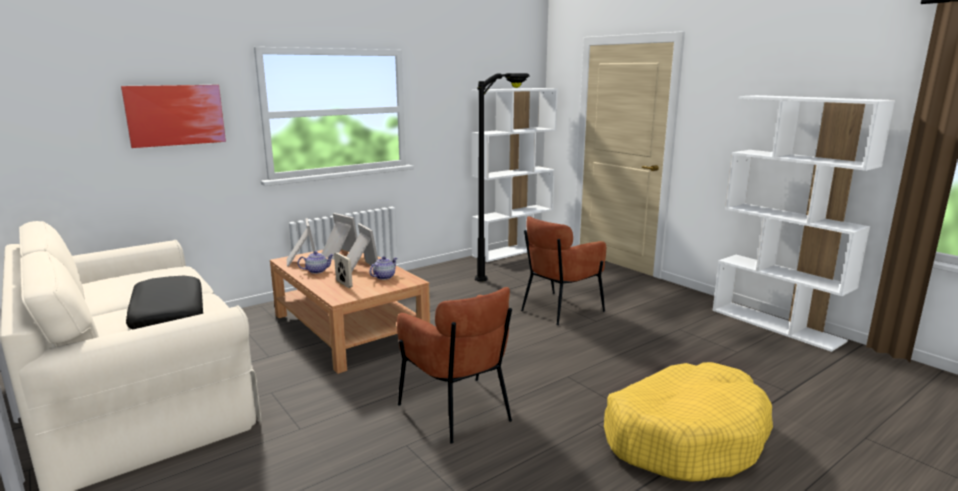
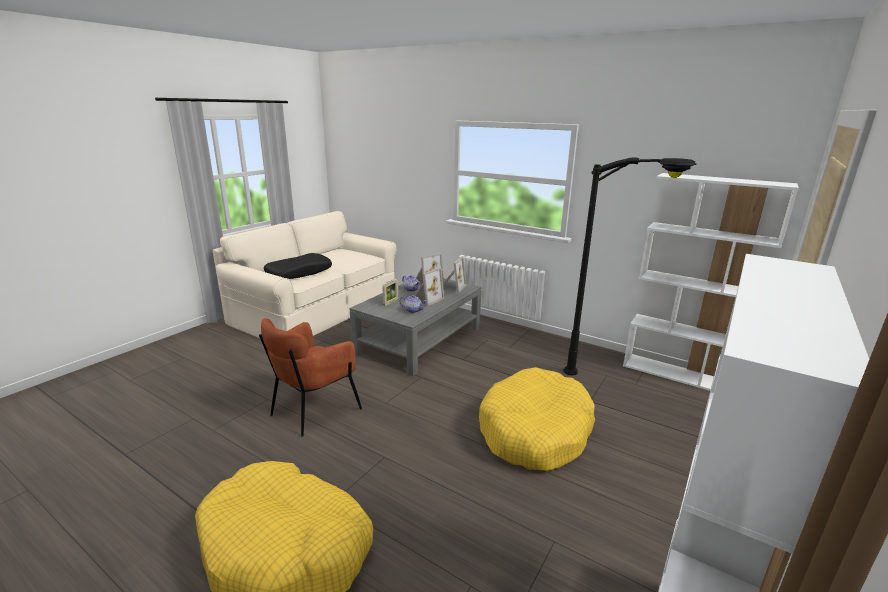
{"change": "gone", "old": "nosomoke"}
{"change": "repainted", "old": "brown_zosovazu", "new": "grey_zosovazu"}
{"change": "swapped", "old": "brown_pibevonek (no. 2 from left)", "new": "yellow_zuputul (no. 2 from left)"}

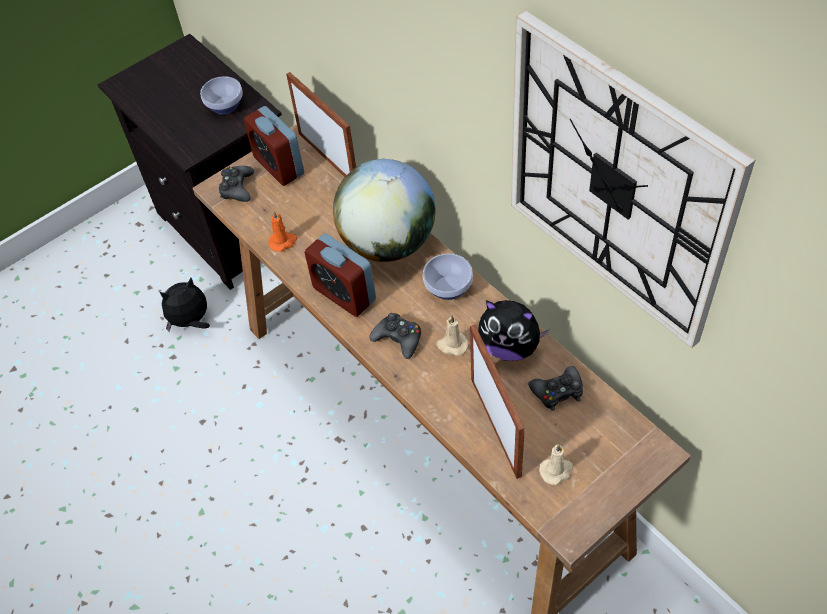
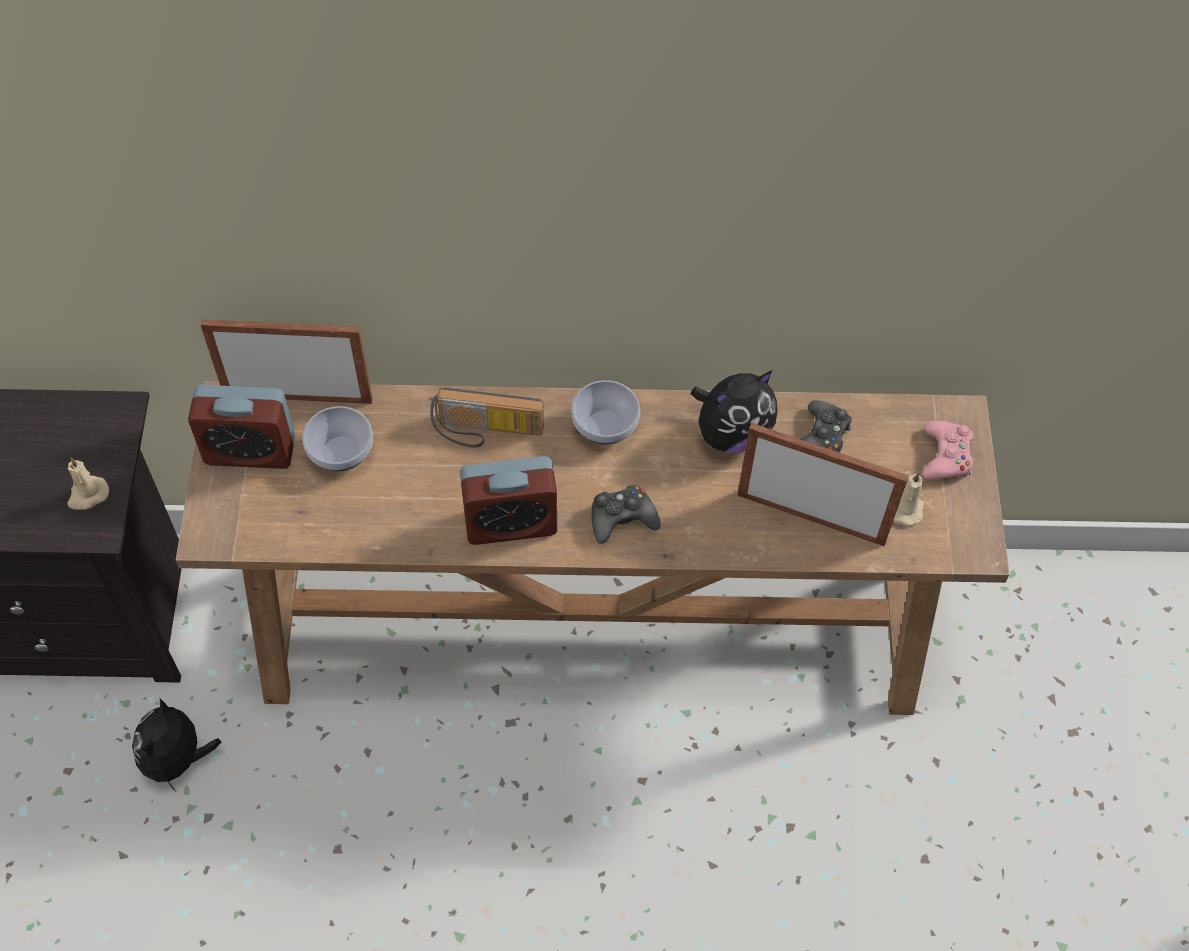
{"change": "shifted", "old": "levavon (no. 1 from left)"}
{"change": "gone", "old": "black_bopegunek (no. 1 from left)"}
{"change": "gone", "old": "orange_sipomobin"}
{"change": "swapped", "old": "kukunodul", "new": "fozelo"}
{"change": "shifted", "old": "beige_sipomobin (no. 1 from left)"}
{"change": "gone", "old": "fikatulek"}
{"change": "new", "new": "pink_bopegunek"}

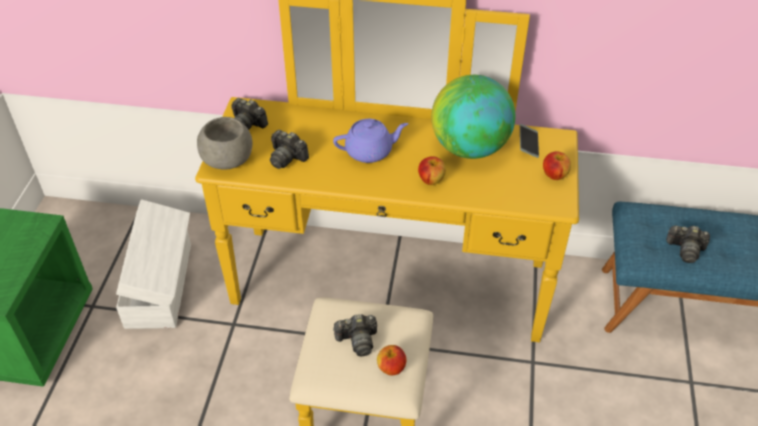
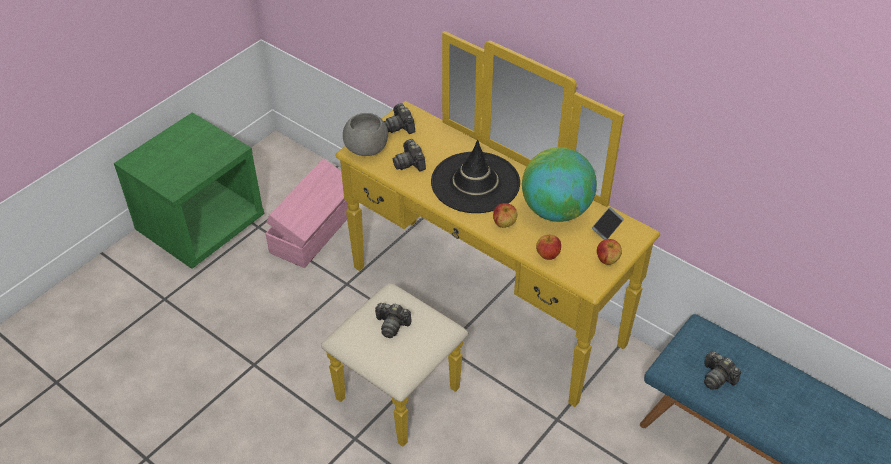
{"change": "repainted", "old": "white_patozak", "new": "pink_patozak"}
{"change": "swapped", "old": "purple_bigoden", "new": "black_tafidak"}
{"change": "shifted", "old": "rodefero (no. 1 from left in the first image)", "new": "rodefero (no. 2 from left)"}

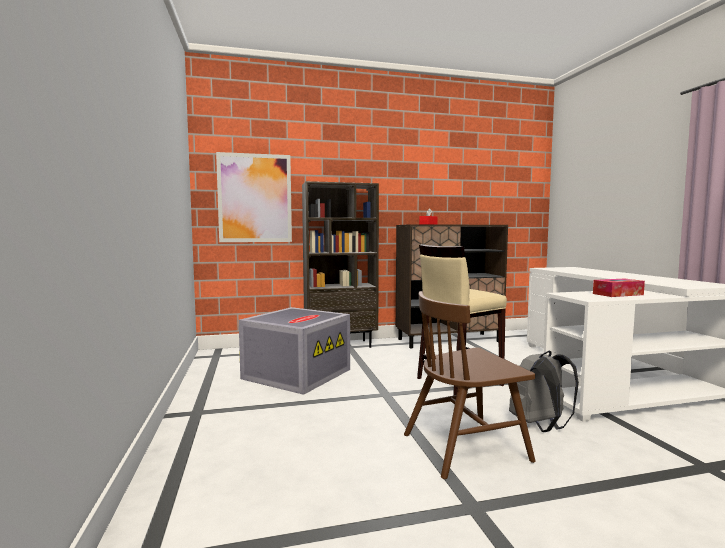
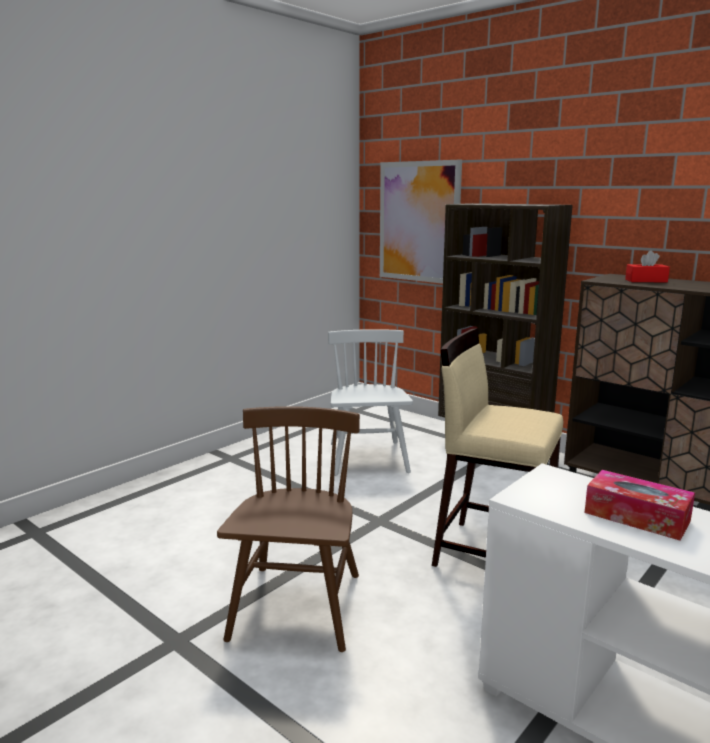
{"change": "swapped", "old": "grey_patozak", "new": "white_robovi"}
{"change": "rotated", "old": "brown_robovi", "degrees": 60}
{"change": "gone", "old": "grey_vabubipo"}

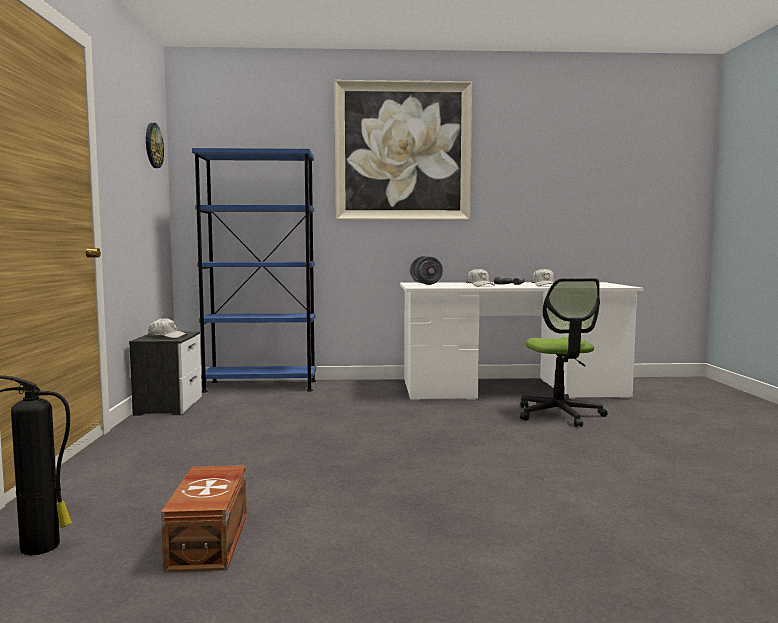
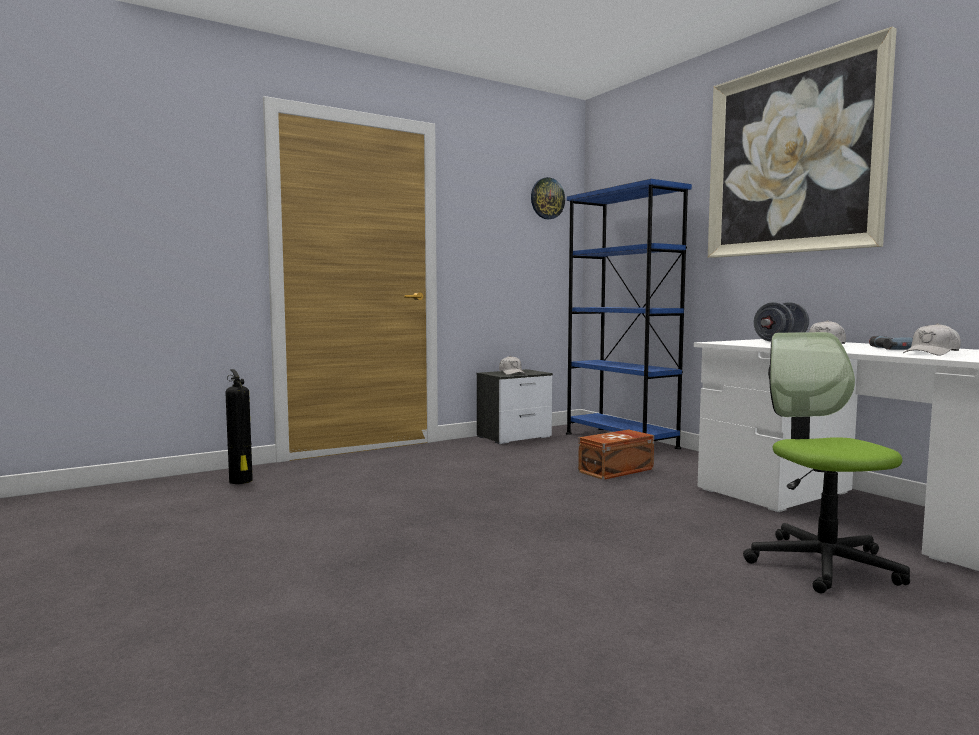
{"change": "shifted", "old": "brown_patozak"}
{"change": "rotated", "old": "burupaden", "degrees": 120}

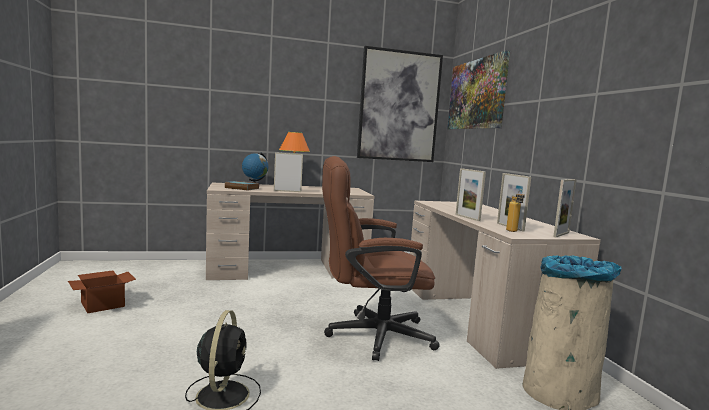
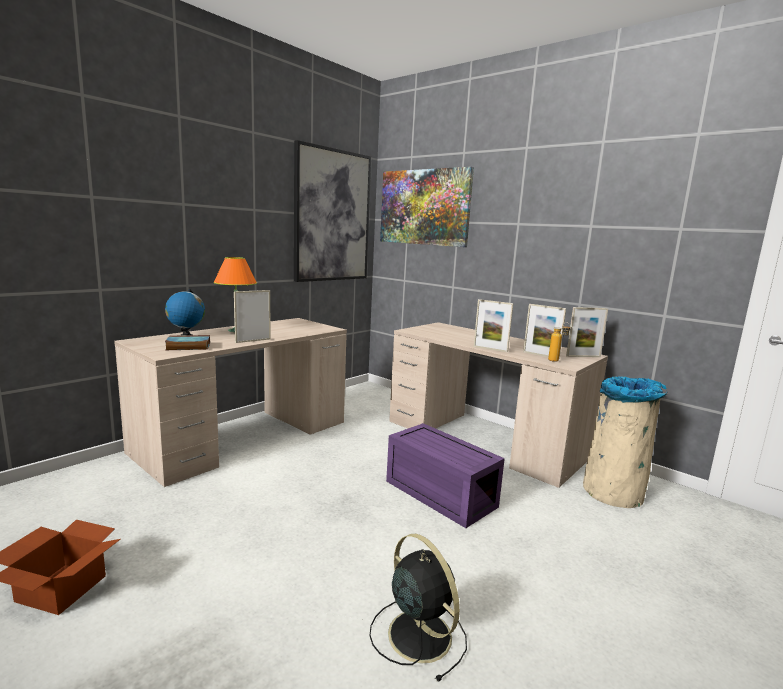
{"change": "swapped", "old": "brown_burupaden", "new": "purple_patozak"}
{"change": "rotated", "old": "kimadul (no. 4 from left)", "degrees": 75}

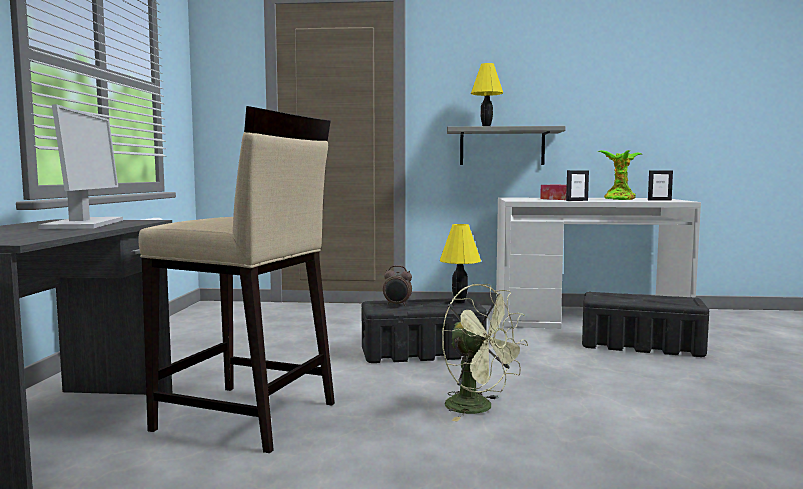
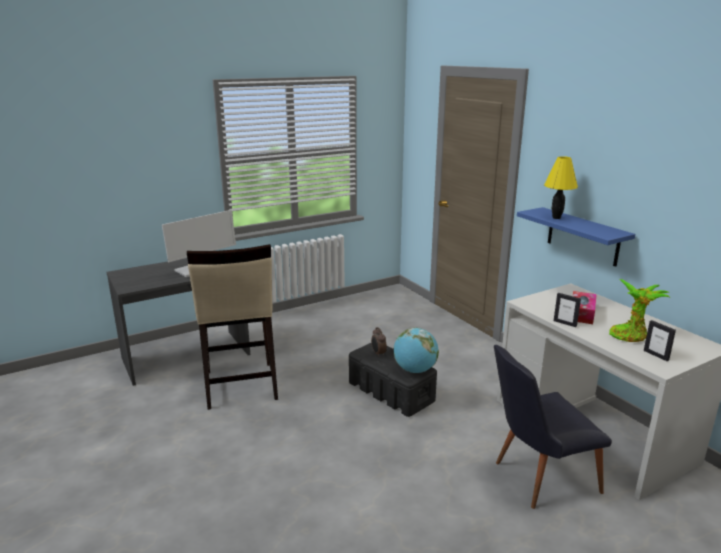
{"change": "swapped", "old": "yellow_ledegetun (no. 1 from left)", "new": "kukunodul"}
{"change": "gone", "old": "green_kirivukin"}
{"change": "repainted", "old": "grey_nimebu", "new": "blue_nimebu"}
{"change": "swapped", "old": "black_patozak (no. 2 from left)", "new": "black_robovi"}

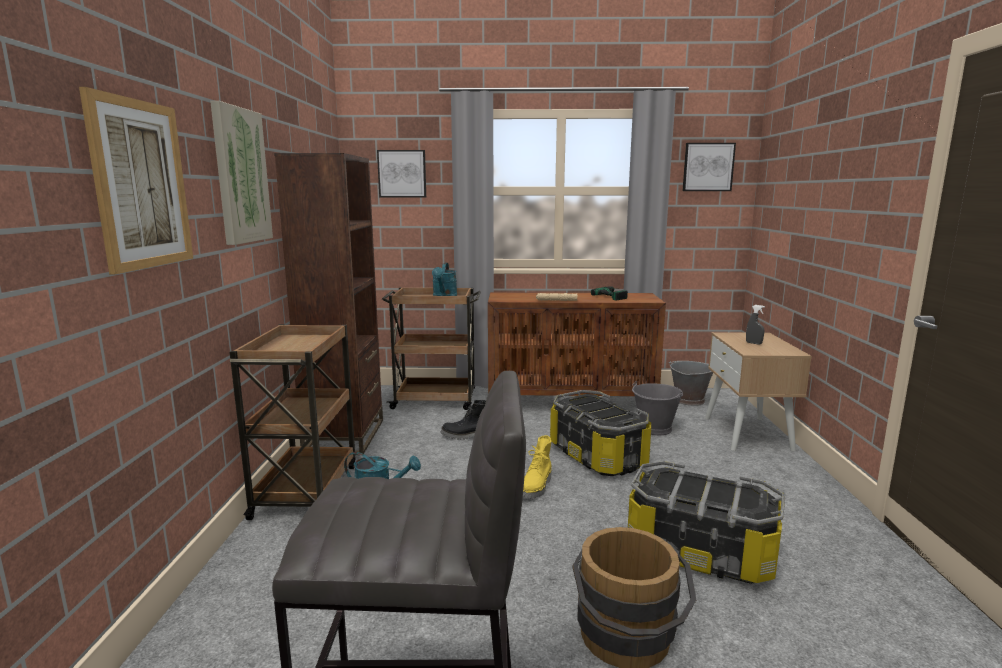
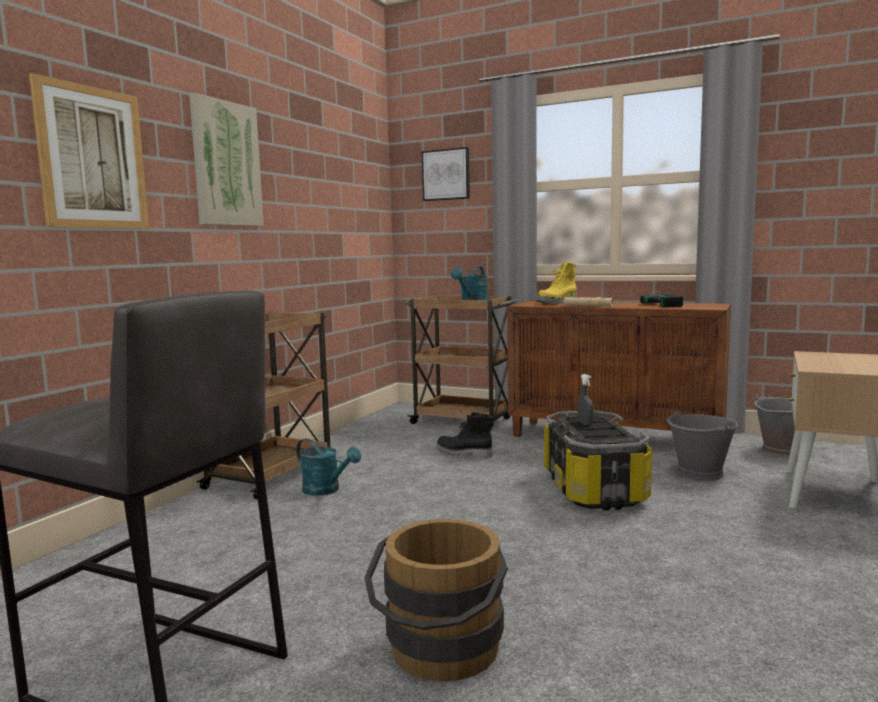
{"change": "gone", "old": "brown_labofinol"}
{"change": "shifted", "old": "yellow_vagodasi"}
{"change": "gone", "old": "patozak (no. 2 from left)"}
{"change": "gone", "old": "nosomoke (no. 4 from left)"}
{"change": "shifted", "old": "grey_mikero"}

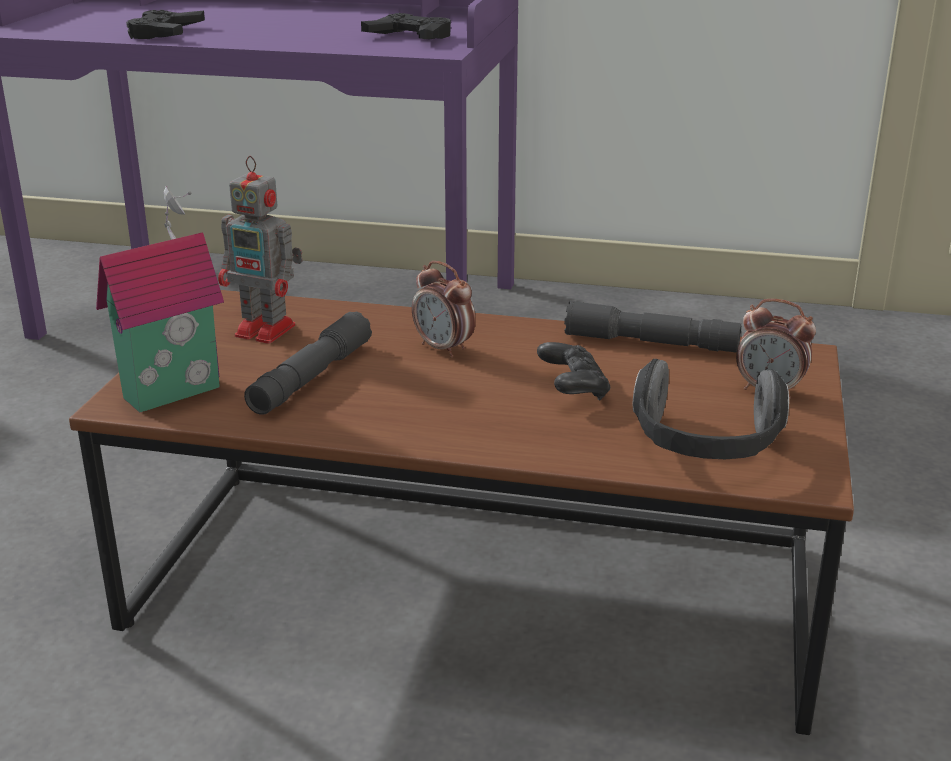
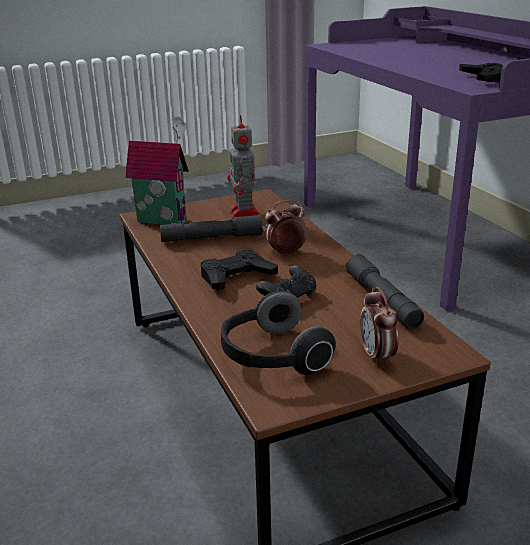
{"change": "shifted", "old": "black_bopegunek (no. 1 from left)"}
{"change": "rotated", "old": "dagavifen (no. 1 from left)", "degrees": 60}

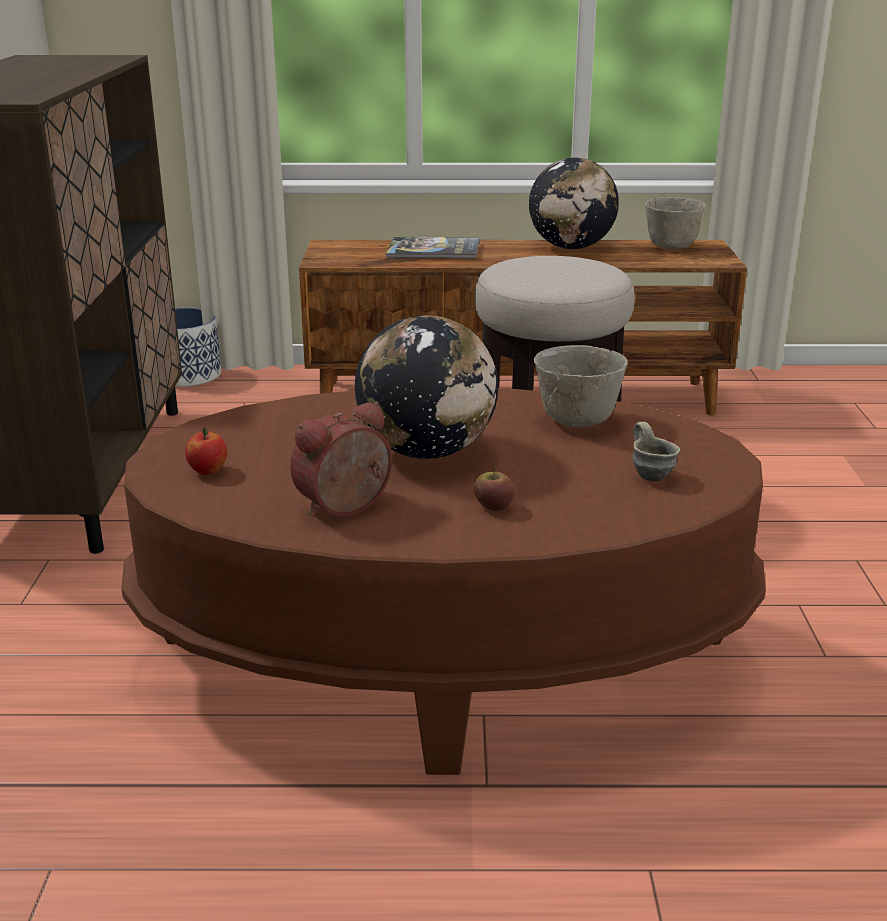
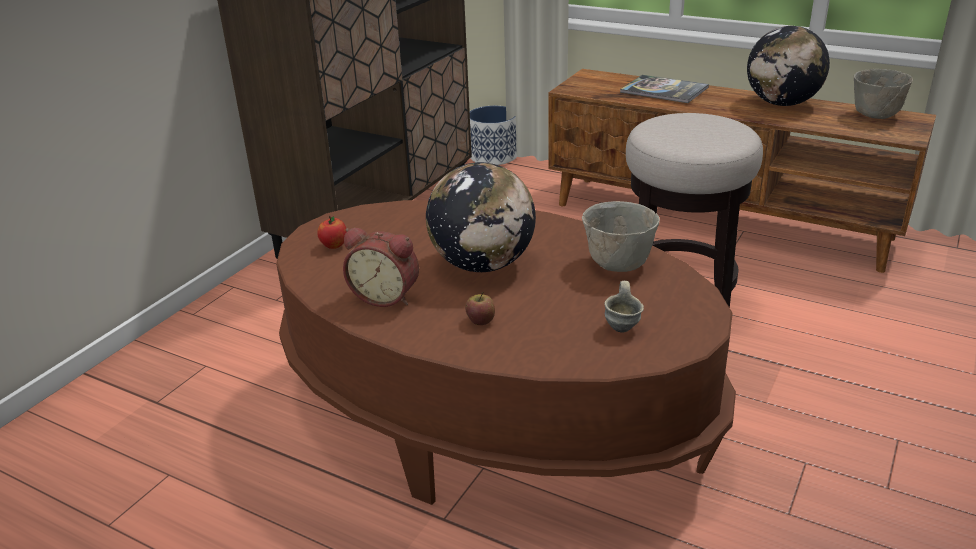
{"change": "rotated", "old": "dagavifen", "degrees": -150}

